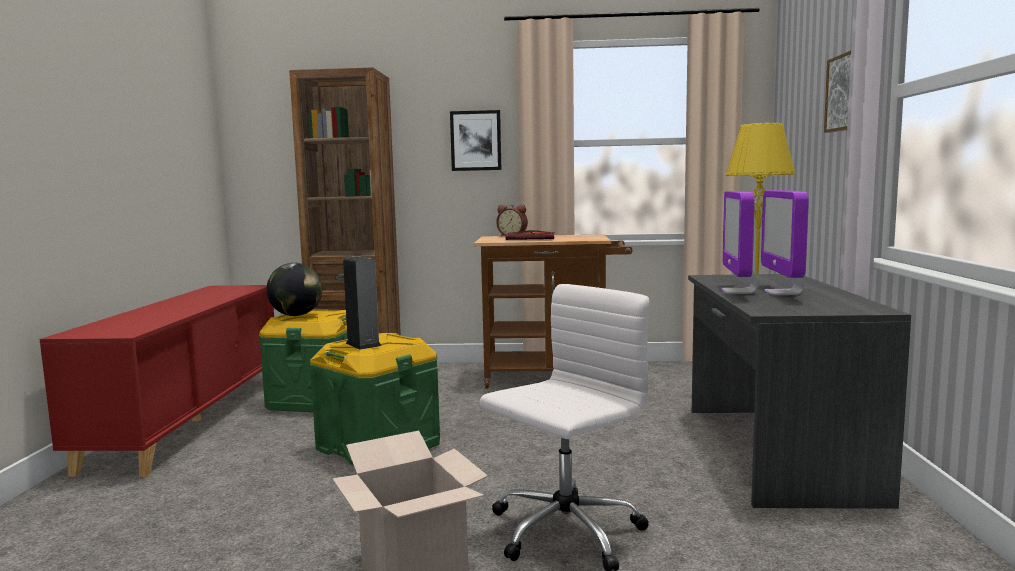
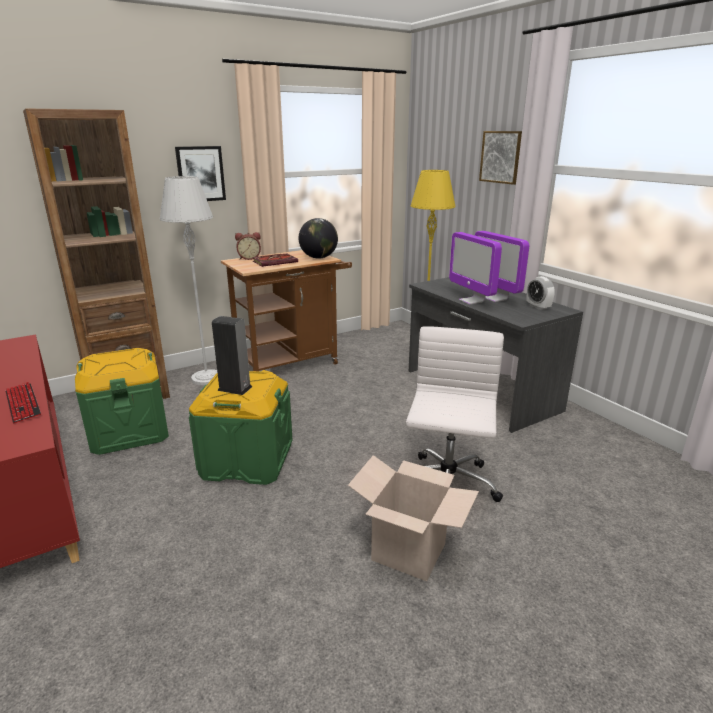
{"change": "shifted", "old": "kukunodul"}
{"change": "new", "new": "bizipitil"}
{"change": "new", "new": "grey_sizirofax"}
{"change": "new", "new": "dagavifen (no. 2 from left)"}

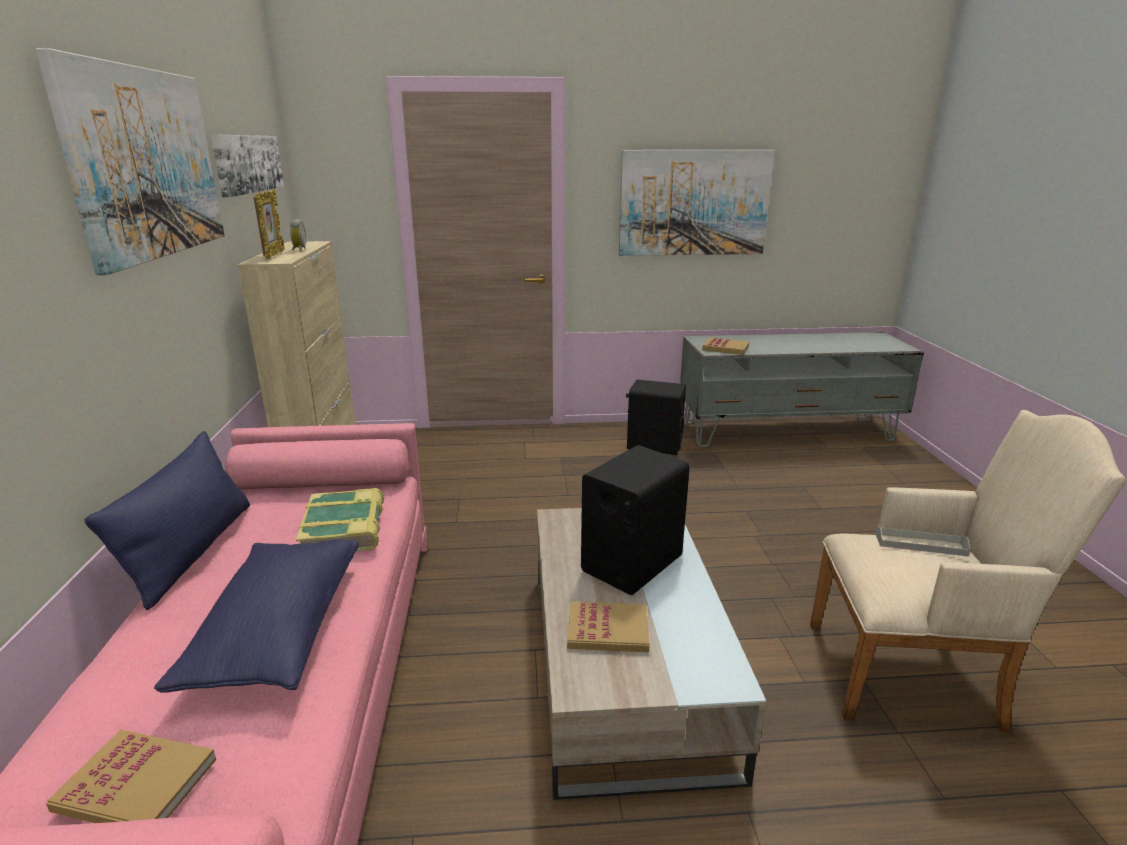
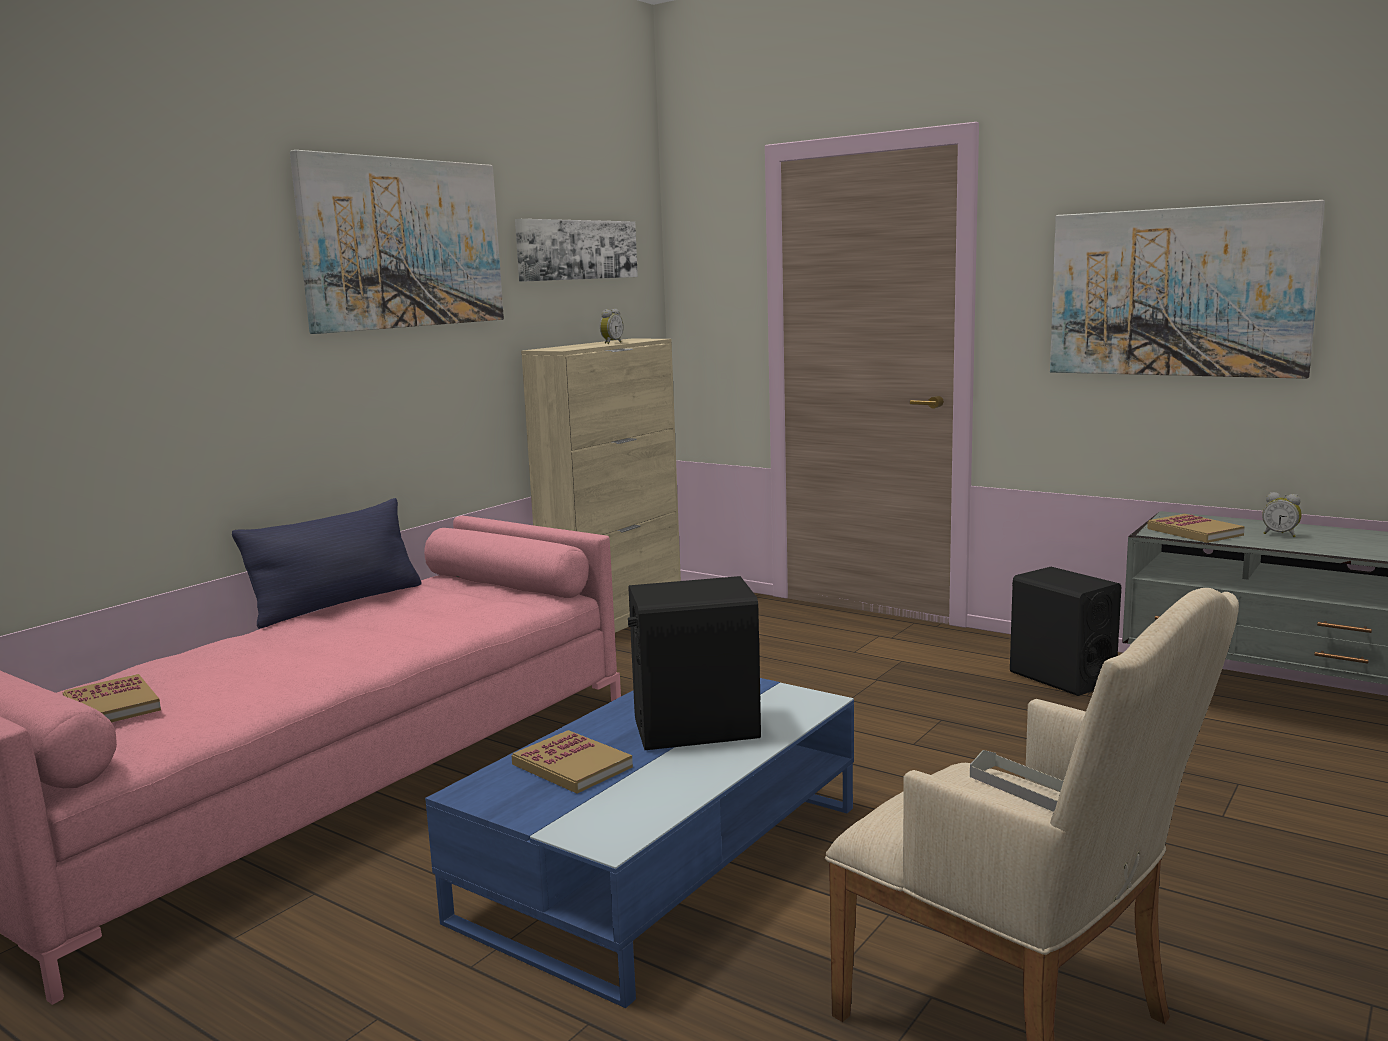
{"change": "gone", "old": "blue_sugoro (no. 2 from left)"}
{"change": "gone", "old": "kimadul"}
{"change": "gone", "old": "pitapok (no. 2 from left)"}
{"change": "repainted", "old": "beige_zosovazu", "new": "blue_zosovazu"}
{"change": "new", "new": "dagavifen (no. 2 from left)"}

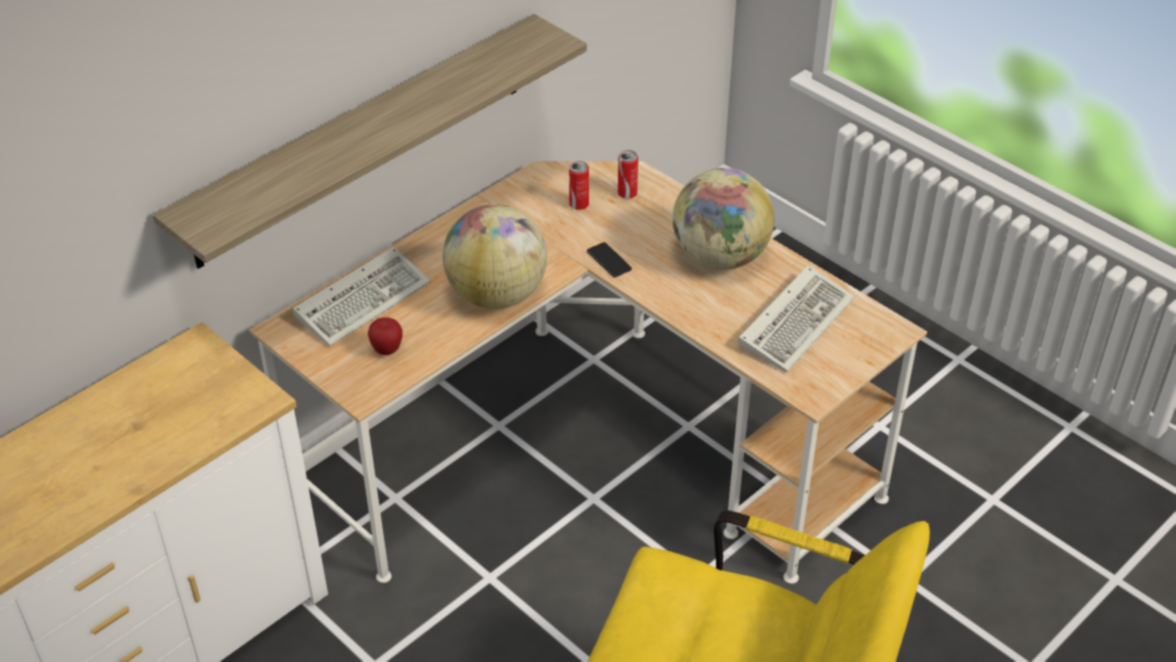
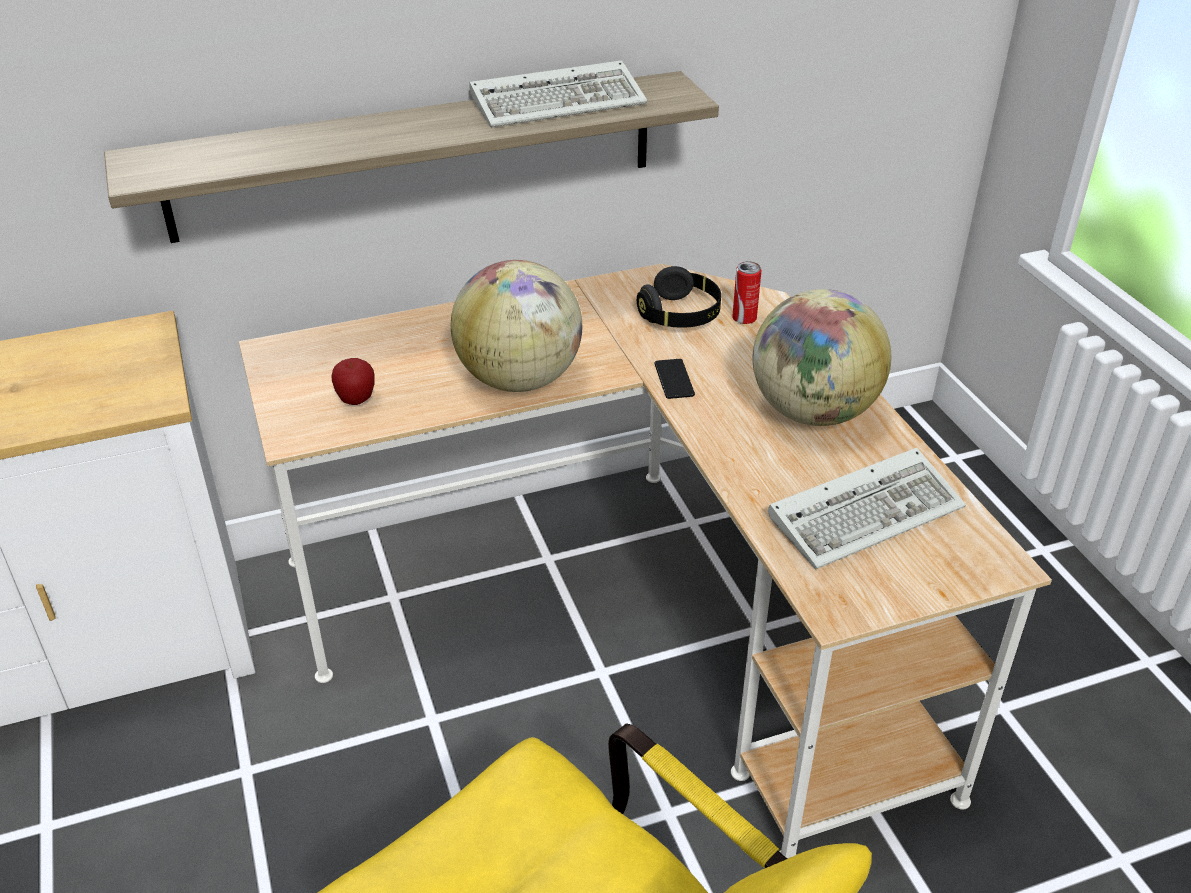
{"change": "shifted", "old": "bizipitil (no. 1 from left)"}
{"change": "swapped", "old": "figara (no. 1 from left)", "new": "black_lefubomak"}

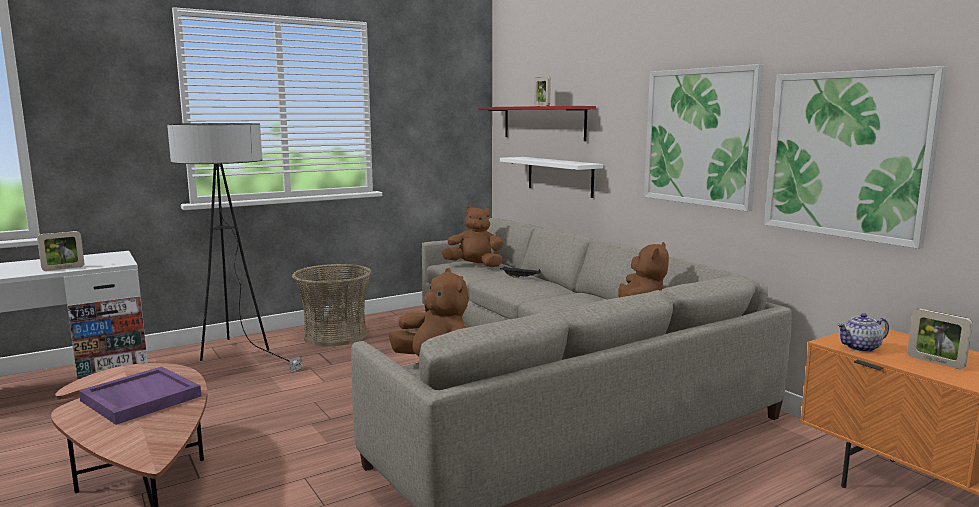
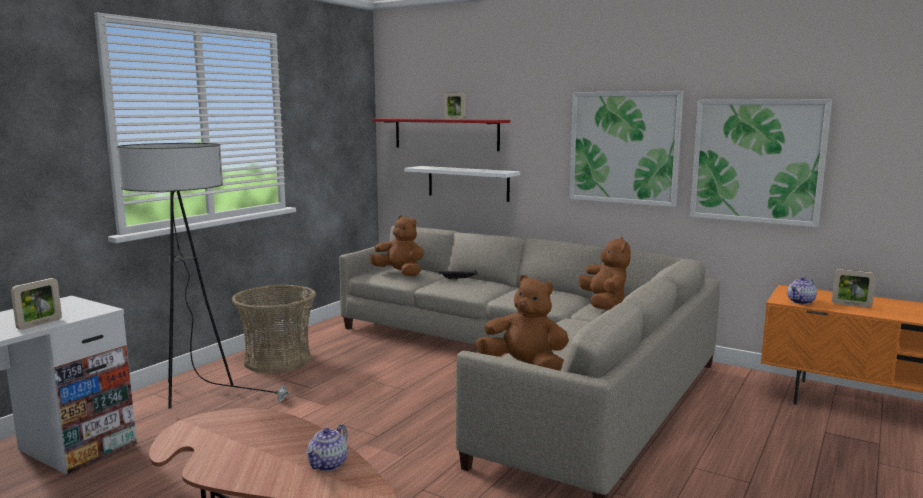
{"change": "gone", "old": "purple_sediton"}
{"change": "rotated", "old": "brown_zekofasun (no. 2 from left in the first image)", "degrees": 45}
{"change": "new", "new": "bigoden (no. 1 from left)"}

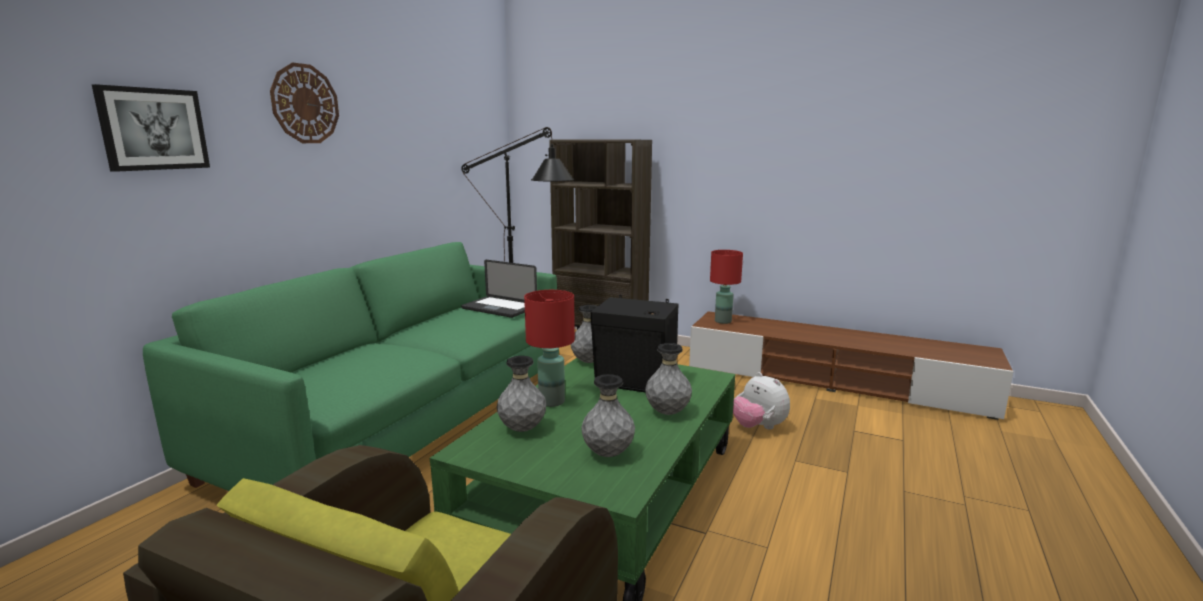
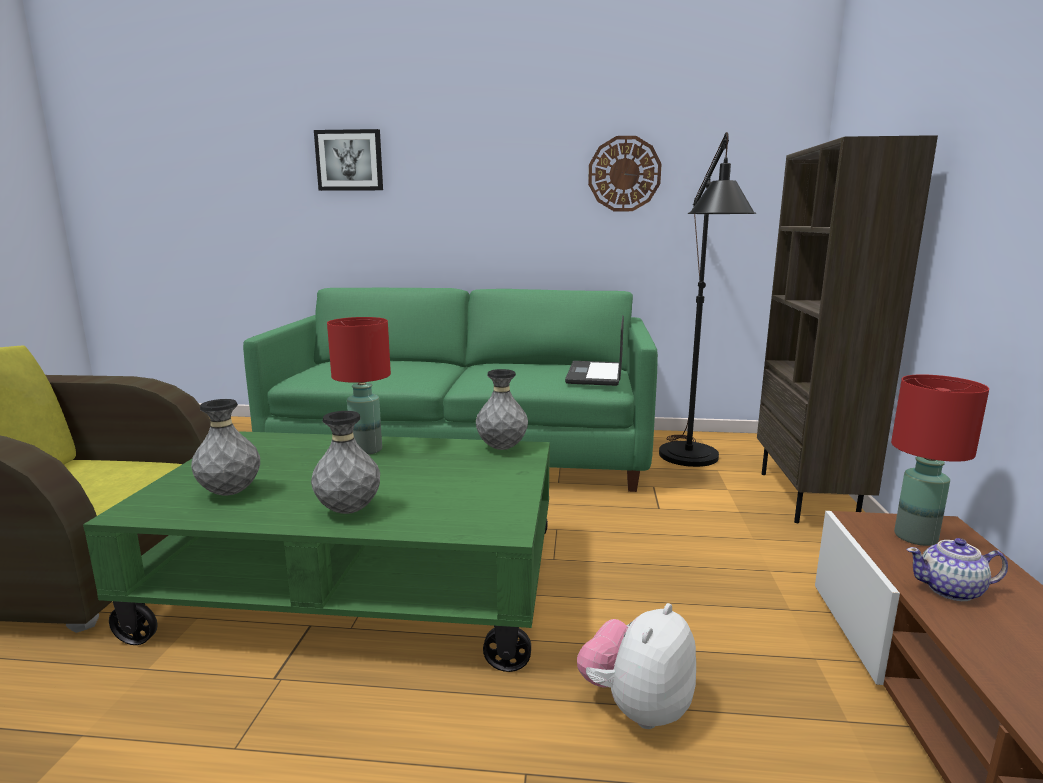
{"change": "shifted", "old": "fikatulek"}
{"change": "gone", "old": "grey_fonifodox (no. 1 from left)"}
{"change": "gone", "old": "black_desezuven"}
{"change": "new", "new": "bigoden"}

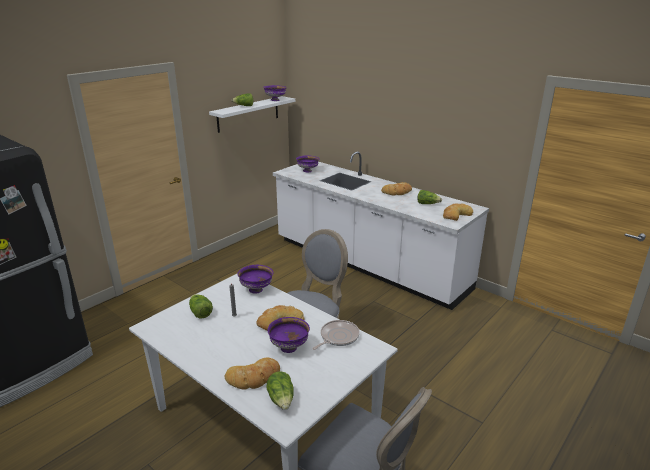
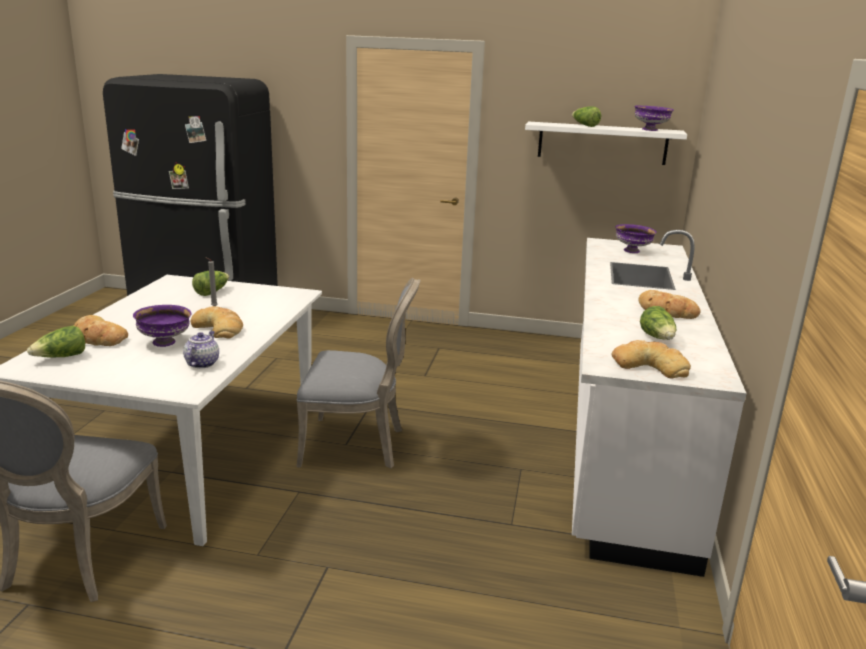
{"change": "gone", "old": "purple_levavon (no. 1 from left)"}
{"change": "swapped", "old": "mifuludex", "new": "bigoden"}

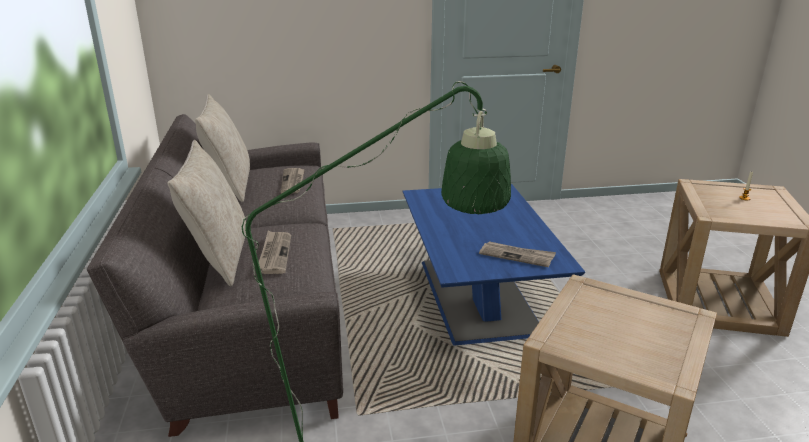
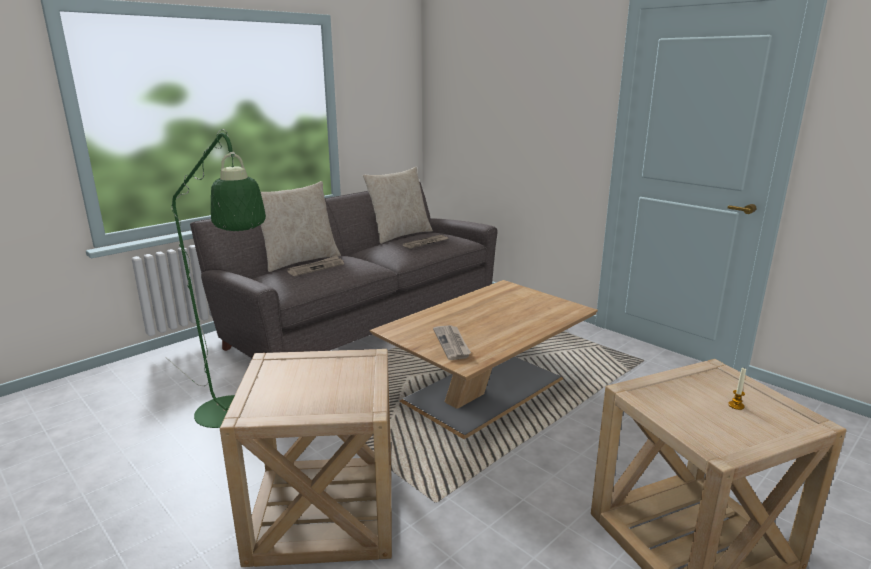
{"change": "repainted", "old": "blue_zosovazu", "new": "brown_zosovazu"}

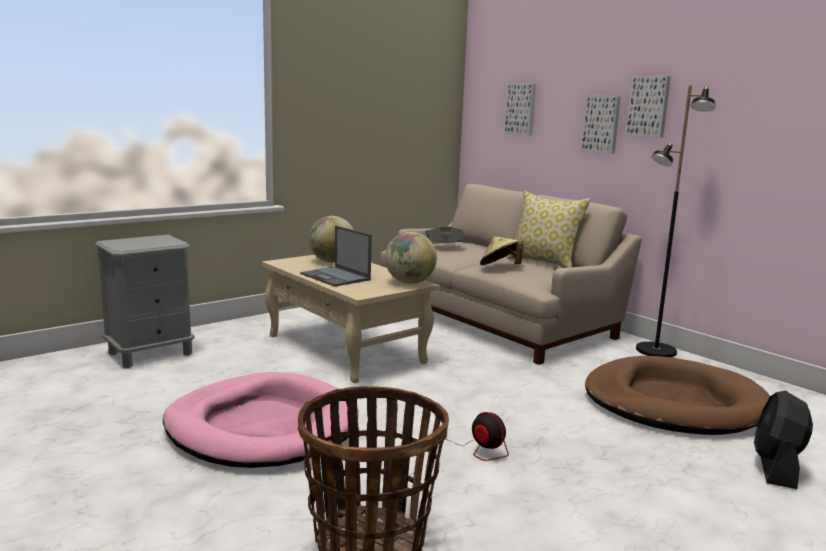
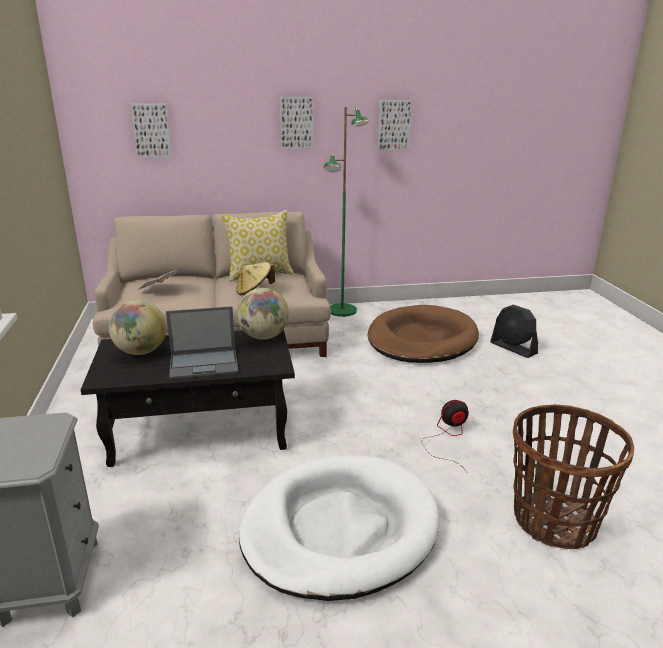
{"change": "repainted", "old": "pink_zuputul", "new": "white_zuputul"}
{"change": "repainted", "old": "beige_zosovazu", "new": "black_zosovazu"}
{"change": "shifted", "old": "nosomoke (no. 2 from left in the first image)", "new": "nosomoke (no. 3 from left)"}
{"change": "repainted", "old": "black_sizirofax", "new": "green_sizirofax"}

